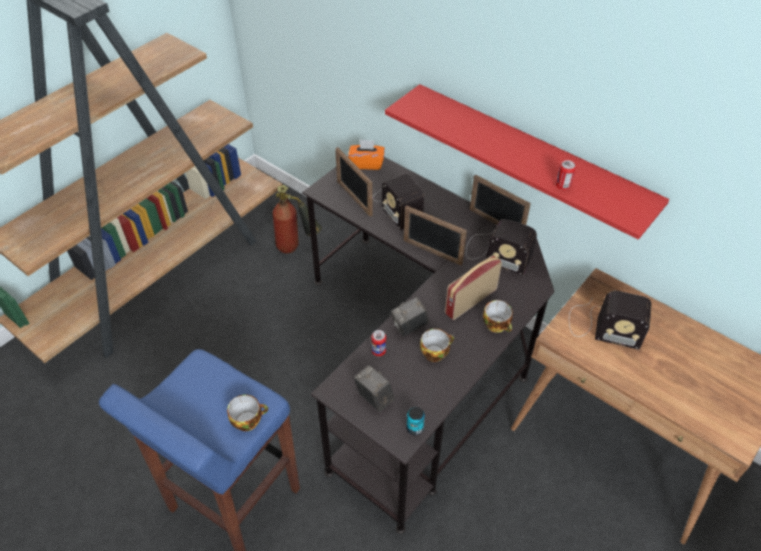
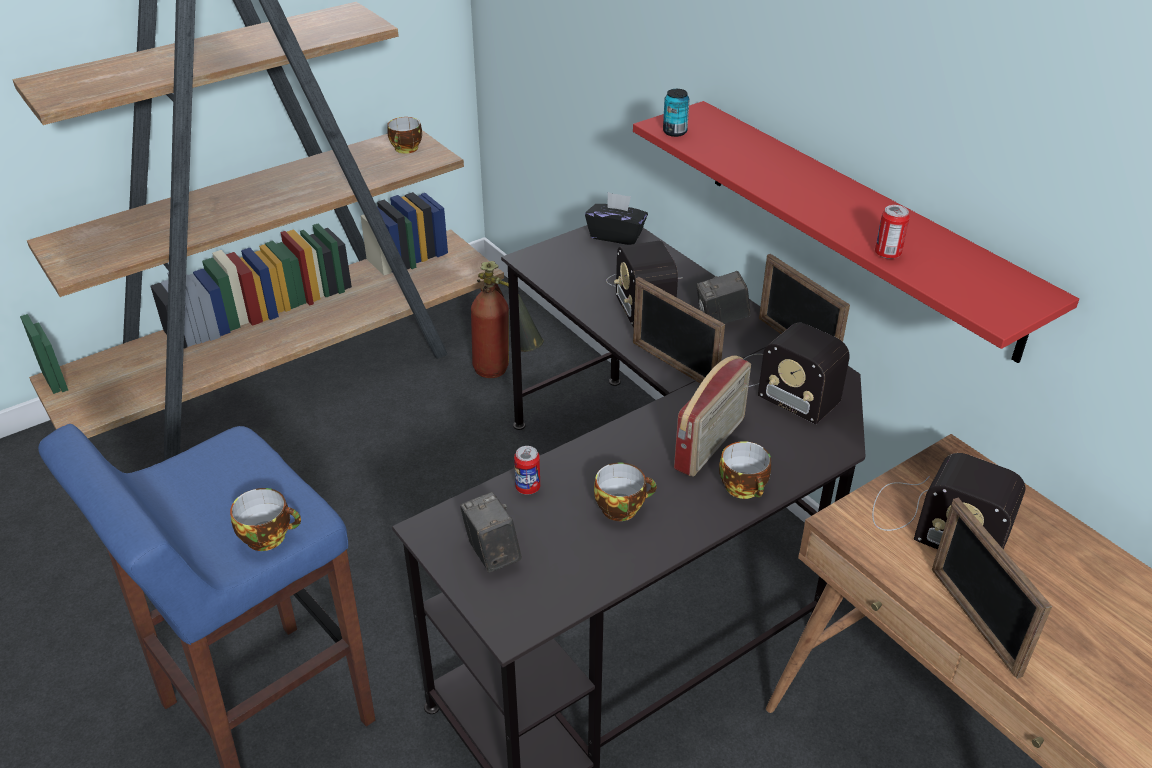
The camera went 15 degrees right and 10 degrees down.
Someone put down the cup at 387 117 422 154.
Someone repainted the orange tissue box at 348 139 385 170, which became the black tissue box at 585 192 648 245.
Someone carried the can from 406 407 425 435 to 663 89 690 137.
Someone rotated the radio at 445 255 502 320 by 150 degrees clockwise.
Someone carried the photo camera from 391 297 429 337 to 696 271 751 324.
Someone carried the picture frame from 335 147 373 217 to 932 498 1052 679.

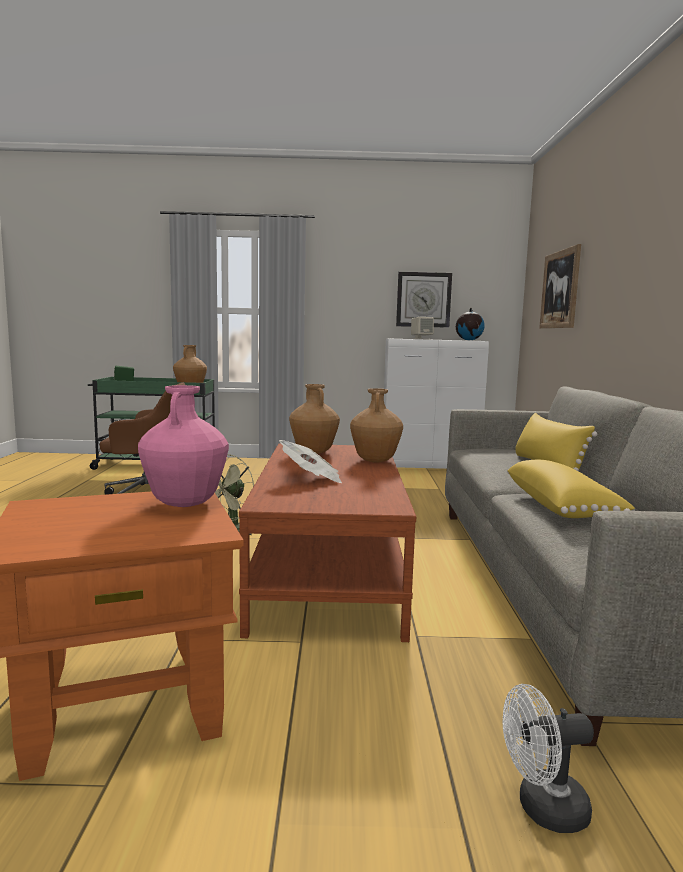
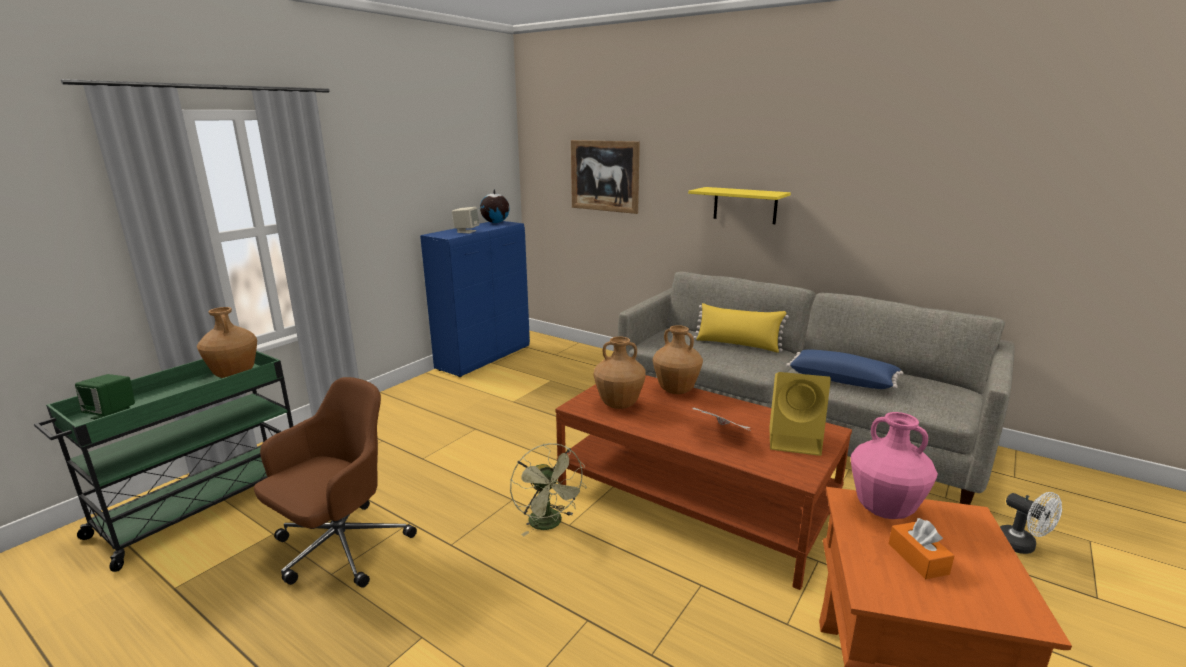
The camera went 55 degrees left and 10 degrees up.
Someone repainted the white cabinet at 384 338 489 469, which became the blue cabinet at 420 221 530 377.
Someone put up the yellow shelf at 688 187 791 224.
Someone put down the yellow speaker at 769 372 831 456.
Someone repainted the yellow pillow at 507 460 635 518, which became the blue pillow at 786 349 903 389.
Someone put down the orange tissue box at 889 518 954 579.
Someone rotated the white fan at 503 684 594 833 by 60 degrees counterclockwise.
Someone took away the wall clock at 396 272 452 328.

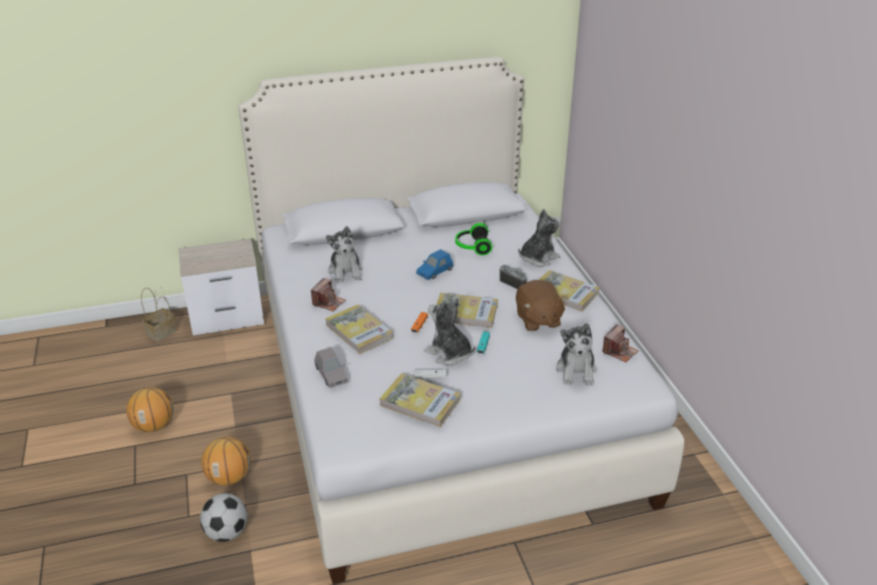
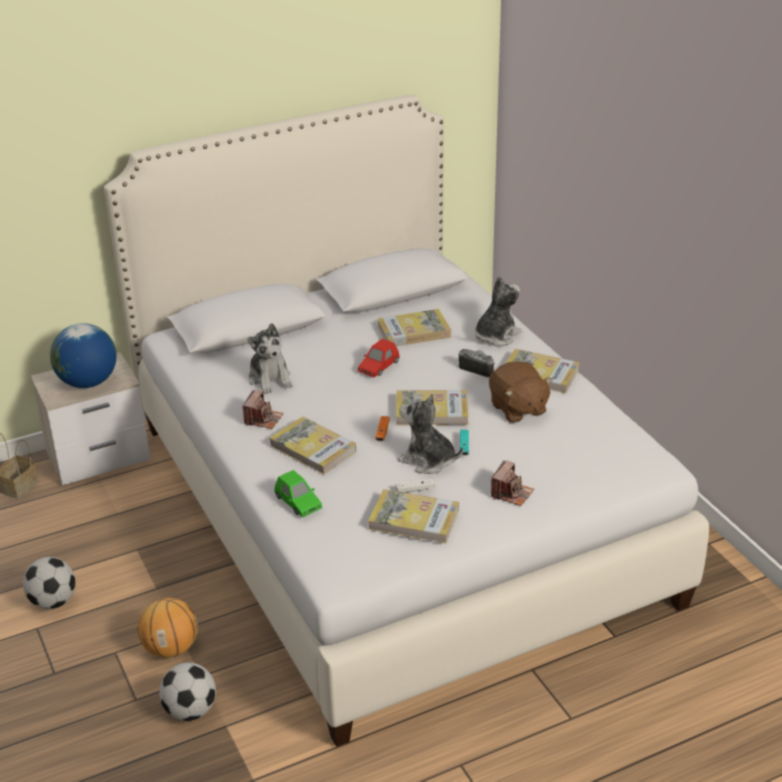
The camera went 10 degrees left and 0 degrees up.
Someone swapped the basketball at 126 387 174 432 for the football at 23 557 76 609.
Someone put down the globe at 50 323 117 388.
Someone repainted the grey toy car at 315 347 348 388, which became the green toy car at 275 470 322 517.
Someone repainted the blue toy car at 416 249 453 280, which became the red toy car at 358 339 400 377.
Someone swapped the headphones at 455 223 492 255 for the book at 378 309 451 346.
Someone carried the photo camera from 602 324 638 362 to 491 460 534 506.
Someone took away the plush toy at 556 323 597 385.

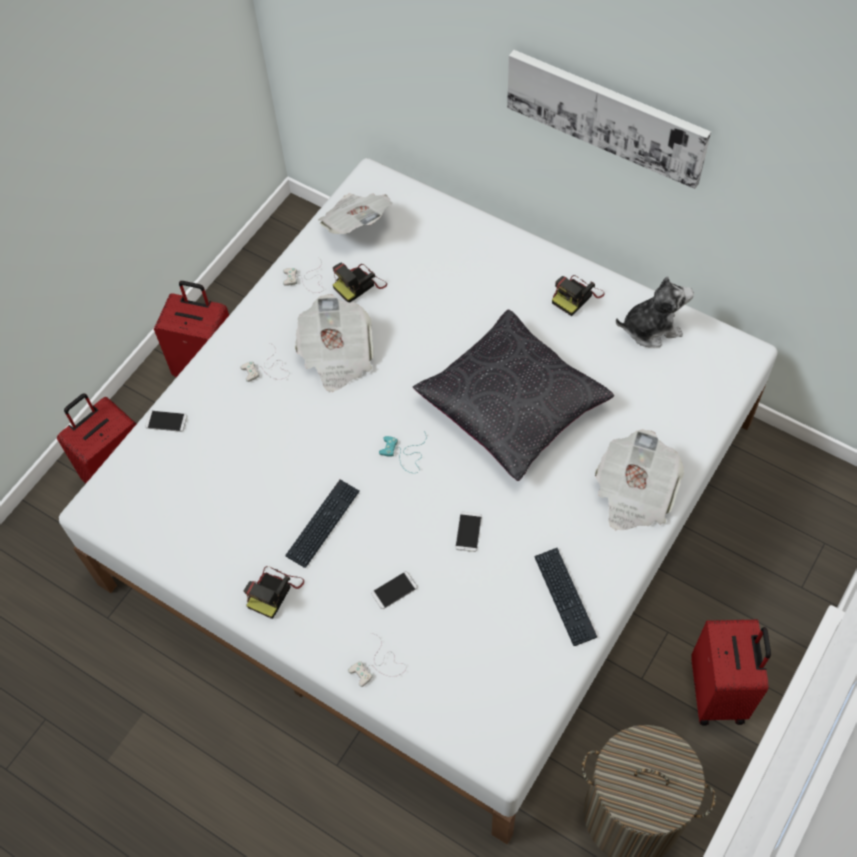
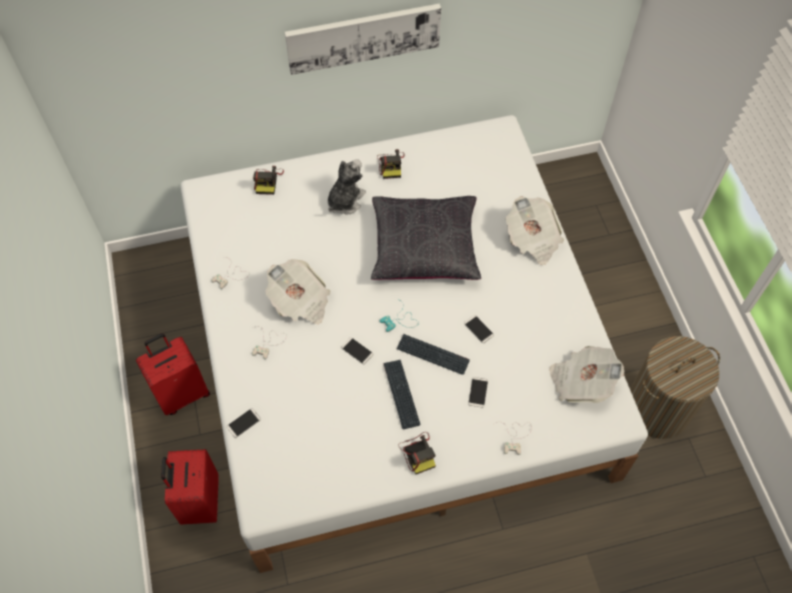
The camera went 50 degrees left and 0 degrees up.
Someone carried the photo camera from 333 263 387 302 to 253 166 284 195.
Someone carried the plush toy from 616 276 694 347 to 327 159 366 215.
Someone put down the phone at 341 338 373 364.
Someone carried the keyboard from 534 548 597 646 to 397 334 470 375.
Someone carried the newspaper from 318 194 393 234 to 549 346 624 403.
Someone took away the red suitcase at 691 619 771 726.

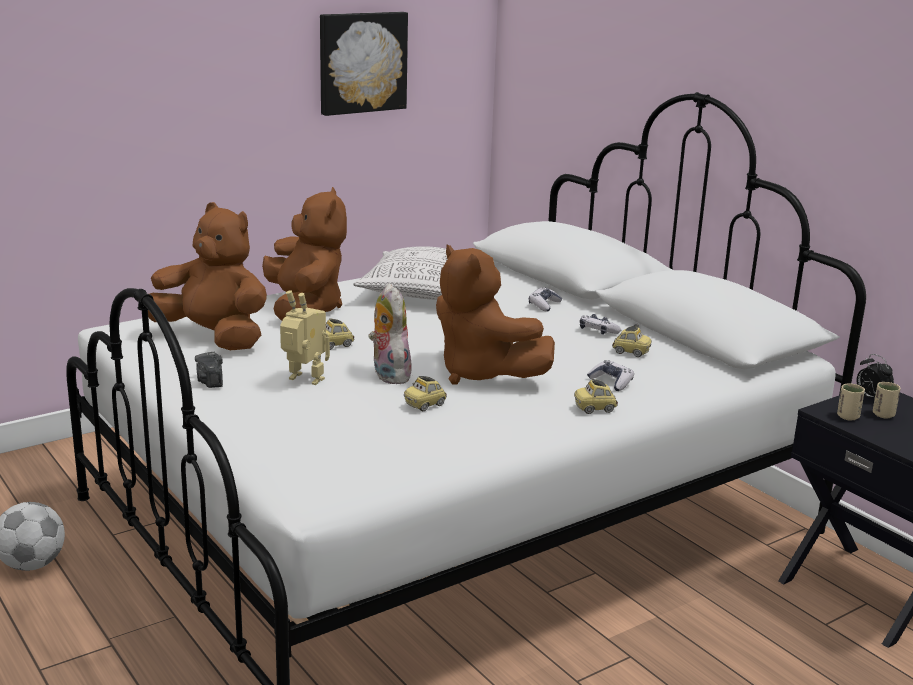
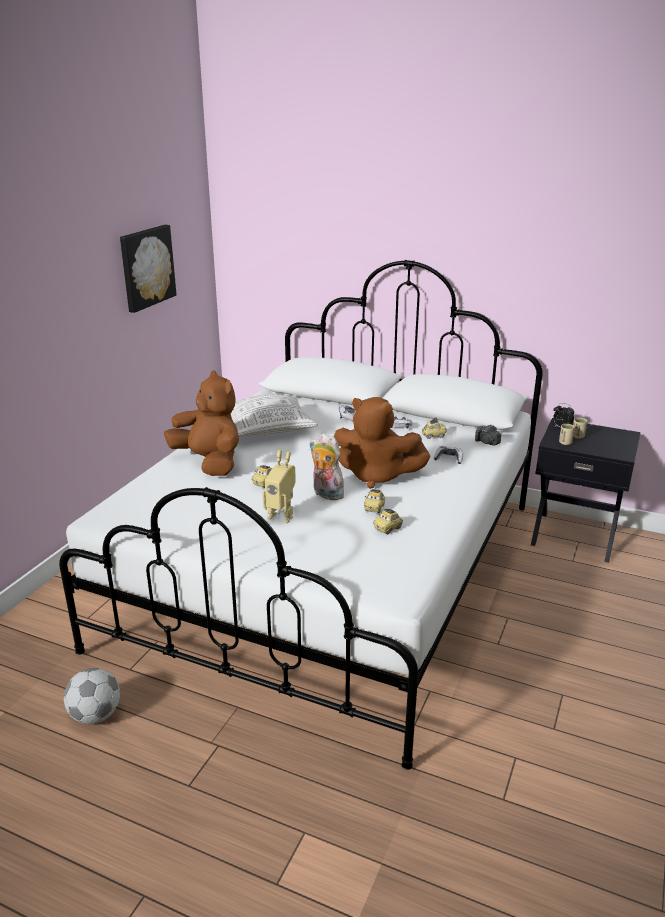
The camera went 30 degrees left and 5 degrees up.
Someone rotated the toy robot at 280 290 330 385 by 150 degrees counterclockwise.
Someone carried the toy car from 574 379 618 414 to 373 509 403 535.
Someone carried the photo camera from 195 352 223 388 to 475 425 501 446.
Someone took away the brown plush toy at 148 202 267 350.

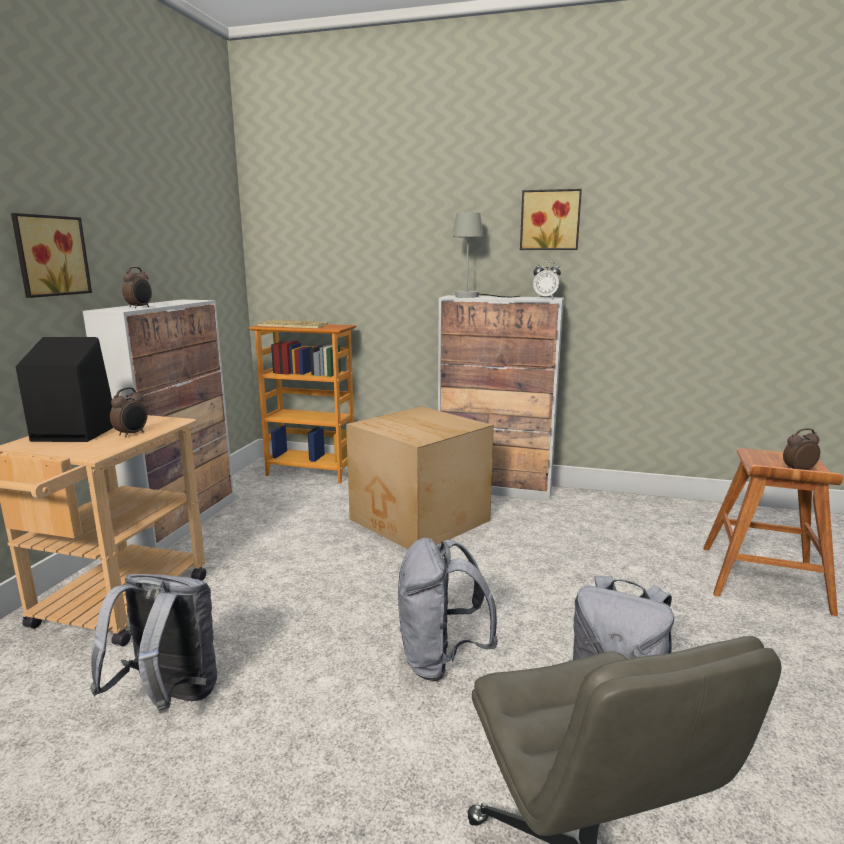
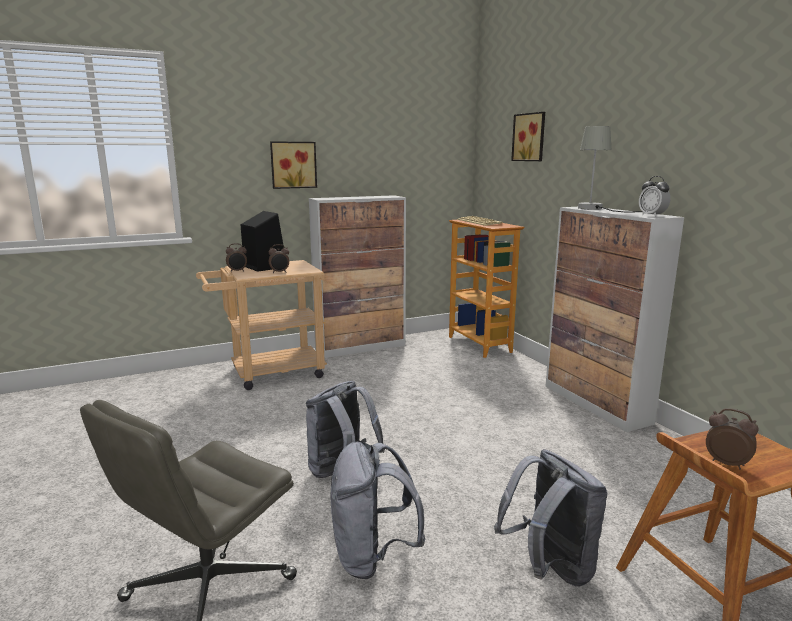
The camera went 50 degrees right and 0 degrees up.
Someone carried the alarm clock from 122 267 152 308 to 226 243 247 272.
Someone carried the grey backpack from 90 574 217 713 to 494 449 608 587.
Someone carried the picture from 520 189 582 250 to 511 112 545 161.
Someone took away the cardboard box at 346 406 494 549.

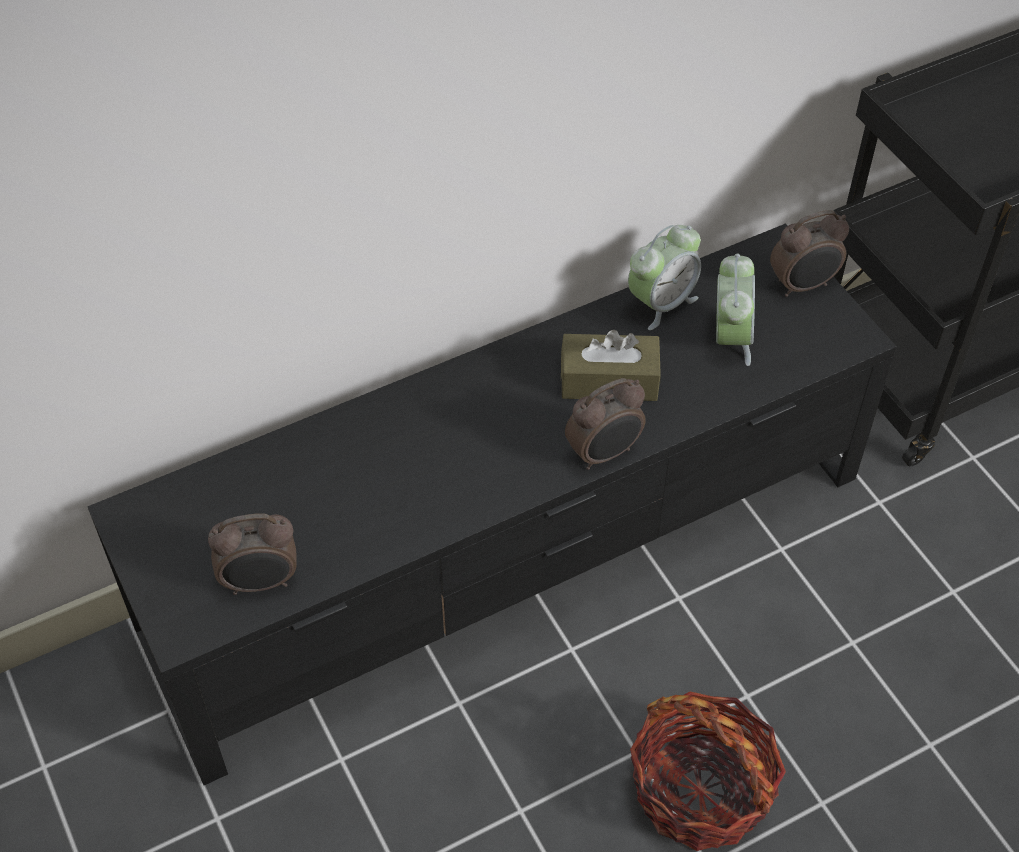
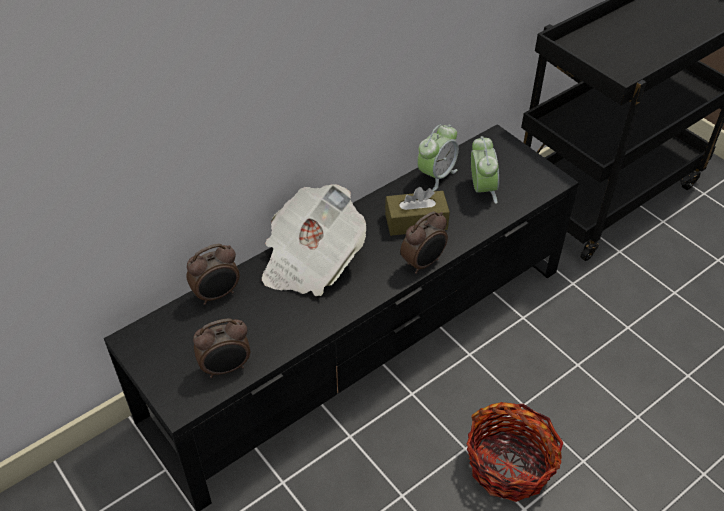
The camera went 10 degrees left and 5 degrees down.
Someone carried the alarm clock from 770 210 849 297 to 186 244 240 305.
Someone put down the newspaper at 262 184 366 296.

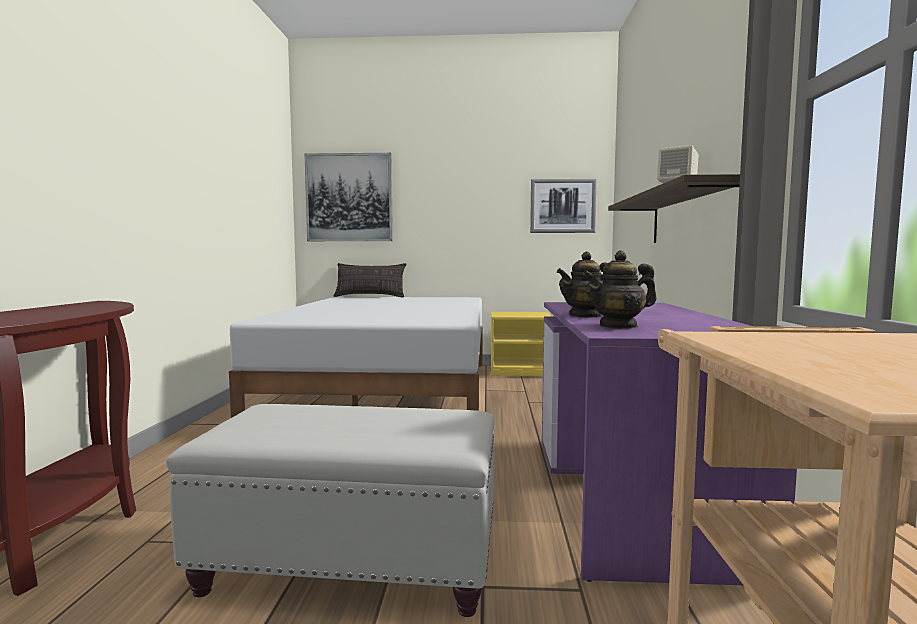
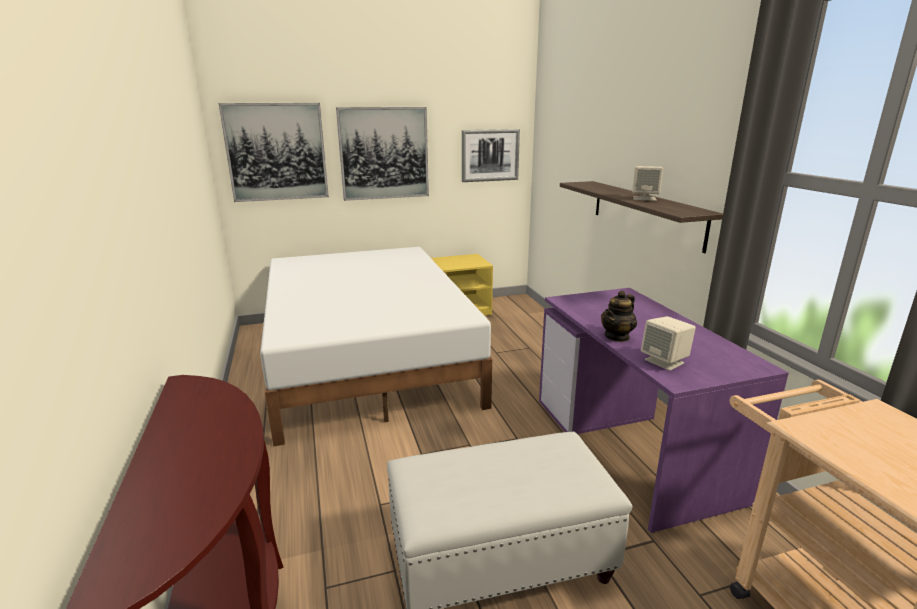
The camera went 20 degrees left and 15 degrees up.
Someone put up the picture at 336 107 429 201.
Someone swapped the teapot at 582 251 657 329 for the beige speaker at 641 316 696 371.
Someone took away the pillow at 334 263 406 297.

